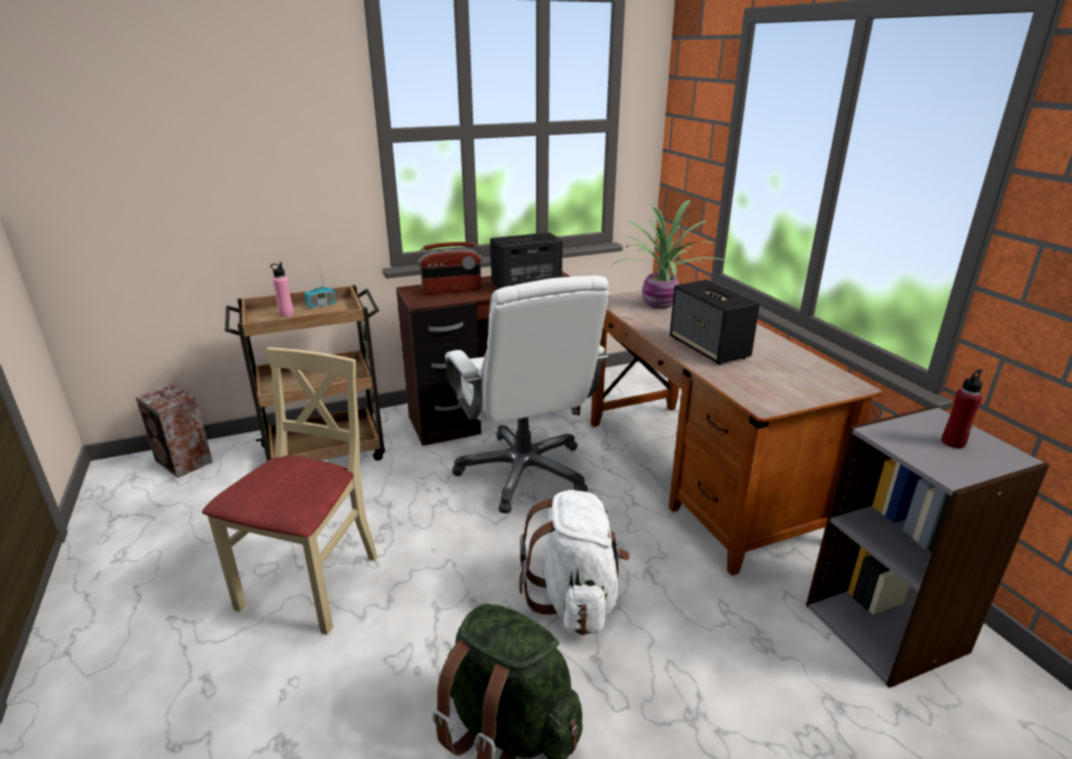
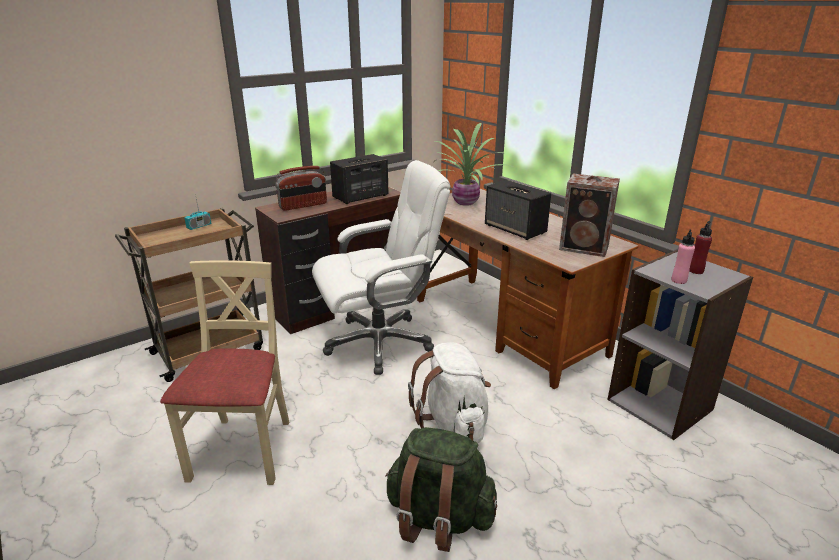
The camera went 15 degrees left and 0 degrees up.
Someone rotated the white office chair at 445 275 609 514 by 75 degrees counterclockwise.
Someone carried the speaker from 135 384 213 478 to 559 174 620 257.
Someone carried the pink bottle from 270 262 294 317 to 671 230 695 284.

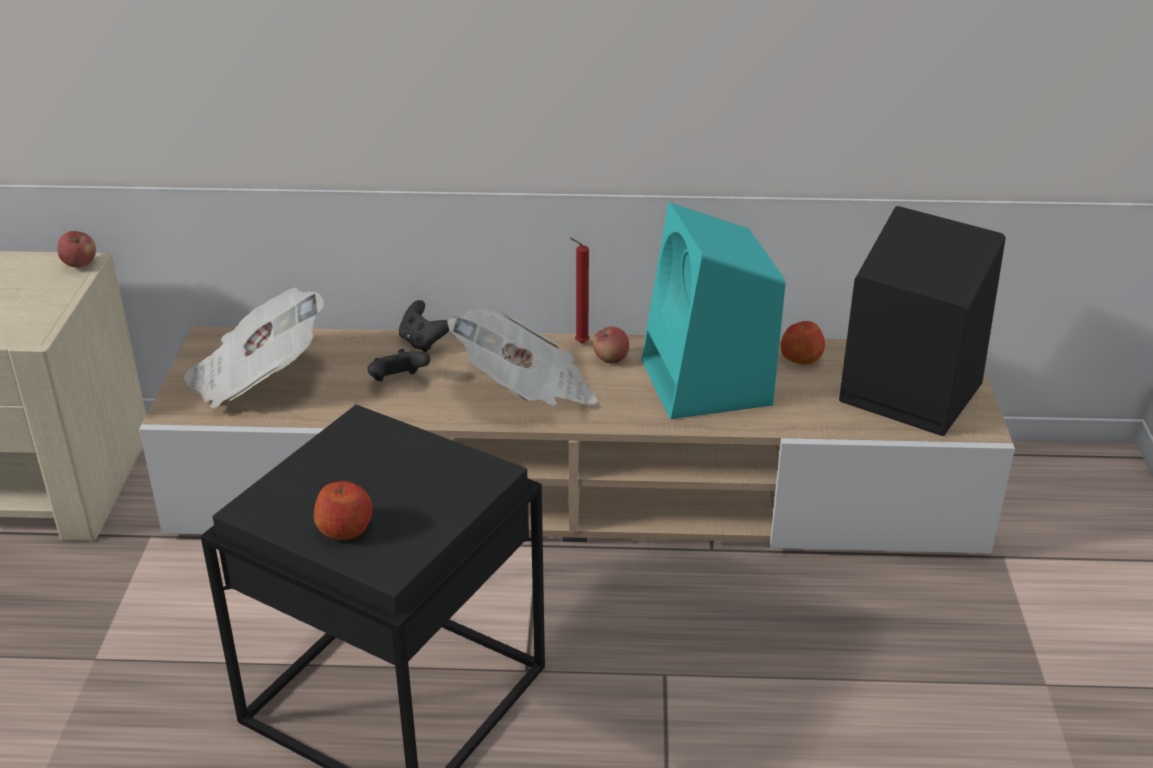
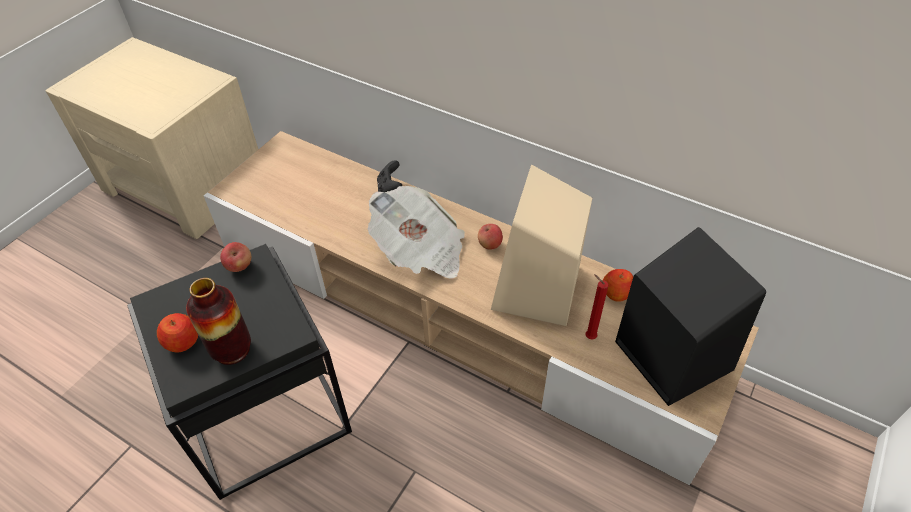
The camera went 30 degrees right and 15 degrees up.
Someone put down the vase at 186 278 251 365.
Someone carried the apple from 57 231 96 268 to 220 242 251 272.
Someone repainted the turquoise speaker at 641 202 785 419, which became the beige speaker at 491 164 592 326.
Someone carried the red candle from 570 237 590 344 to 585 274 609 340.
Someone took away the newspaper at 184 288 325 409.
Someone took away the black game controller at 367 349 430 381.

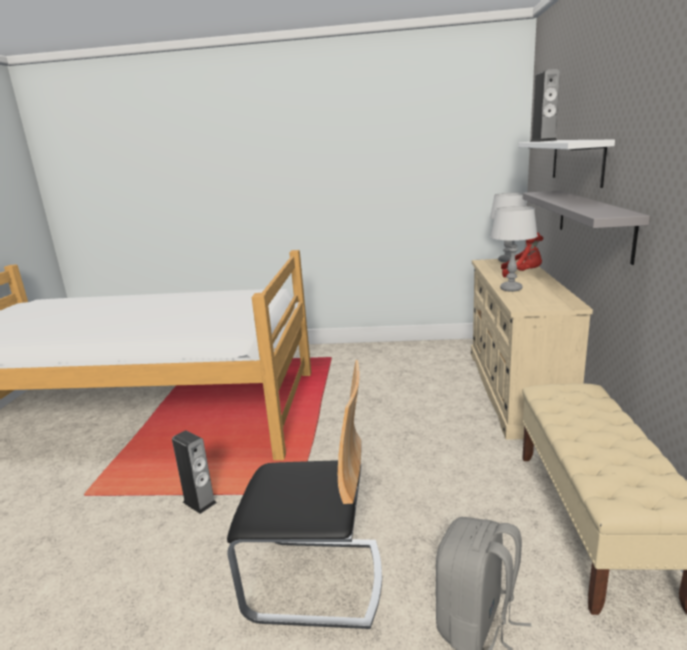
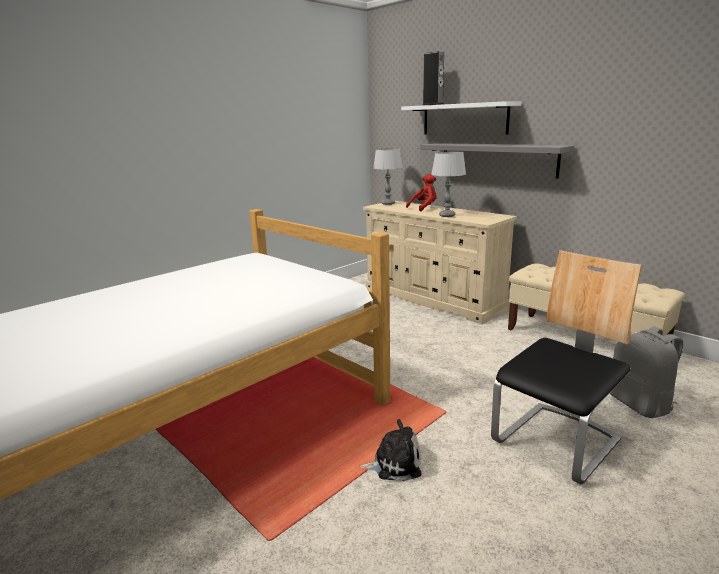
The camera went 50 degrees left and 0 degrees up.
Someone swapped the speaker at 172 430 217 514 for the plush toy at 359 419 422 481.

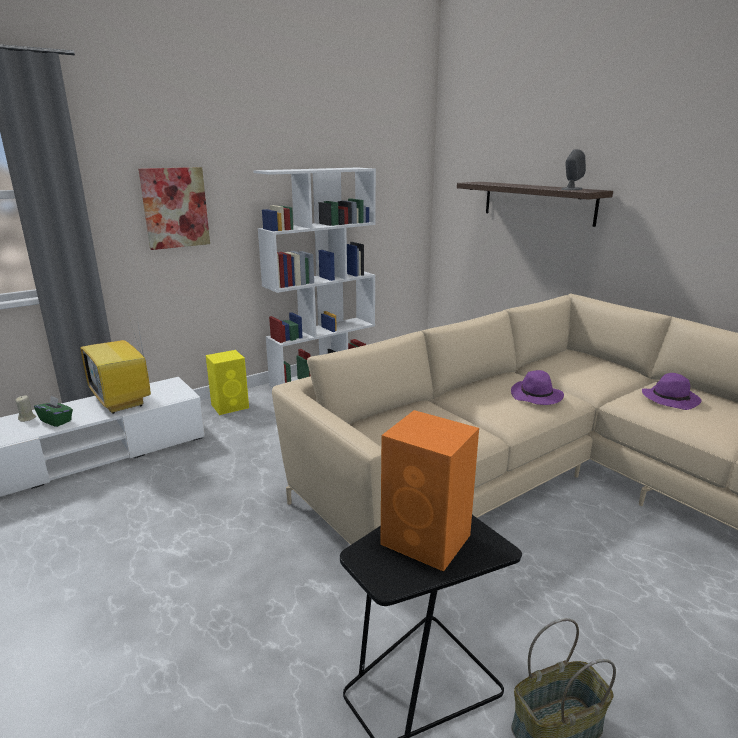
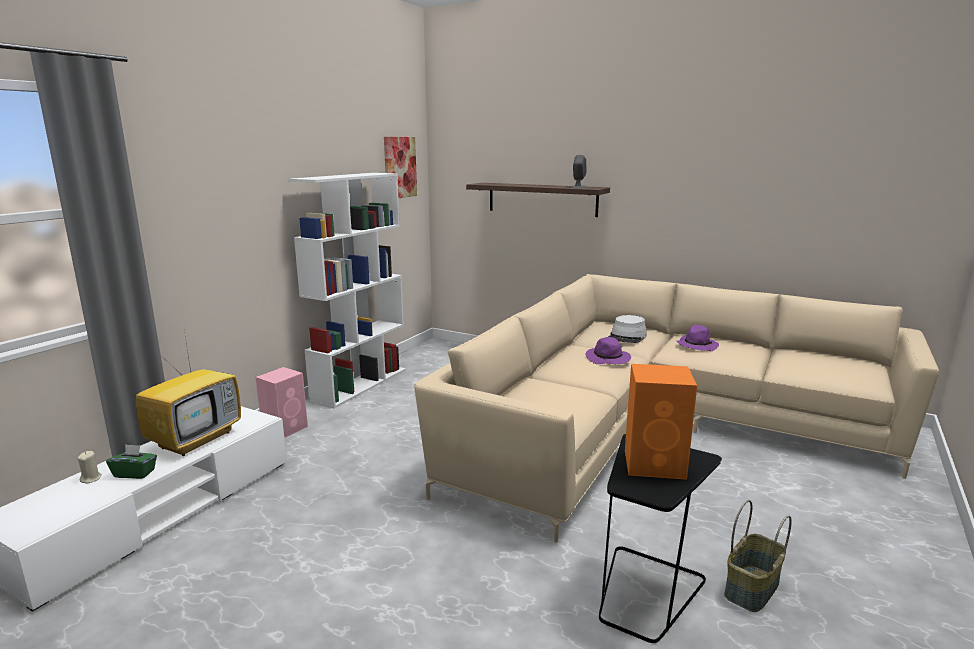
The camera went 25 degrees left and 5 degrees down.
Someone rotated the television at 80 318 151 414 by 90 degrees counterclockwise.
Someone repainted the yellow speaker at 206 350 249 415, which became the pink speaker at 256 367 308 438.
Someone carried the picture from 138 167 210 250 to 384 137 417 198.
Someone put down the grey hat at 608 315 647 343.

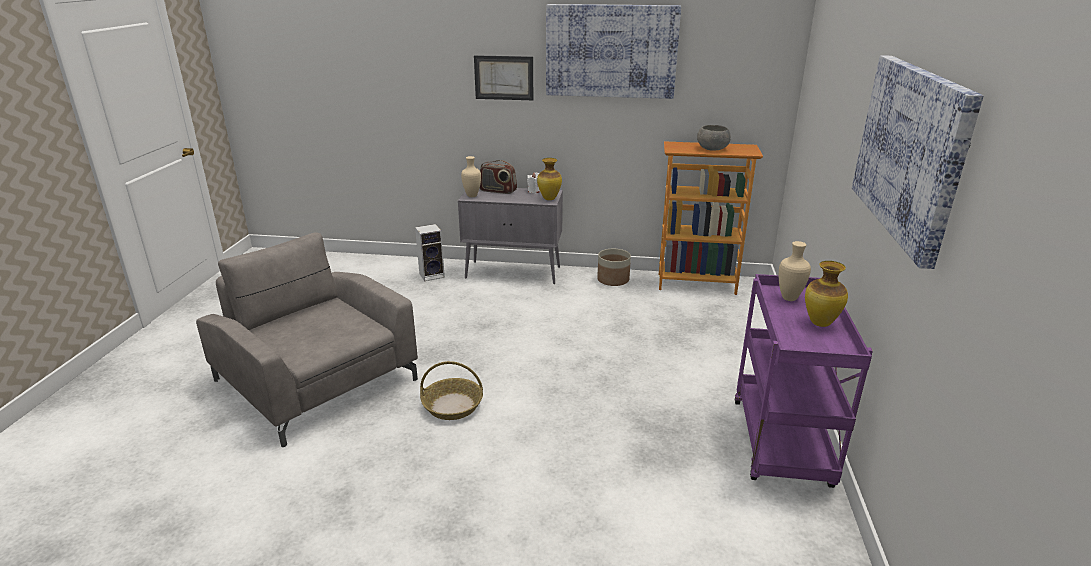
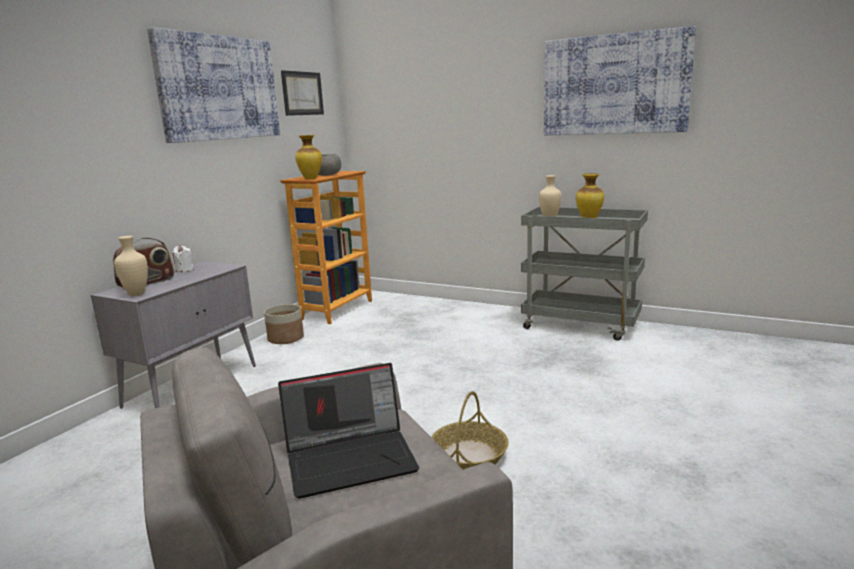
The camera went 70 degrees left and 10 degrees down.
Someone put down the laptop at 278 363 419 499.
Someone carried the picture from 474 55 533 100 to 281 70 324 116.
Someone carried the vase from 537 158 562 200 to 295 135 322 179.
Someone repainted the purple cart at 734 274 873 488, which became the grey cart at 521 207 648 341.
Someone took away the speaker at 415 224 445 281.

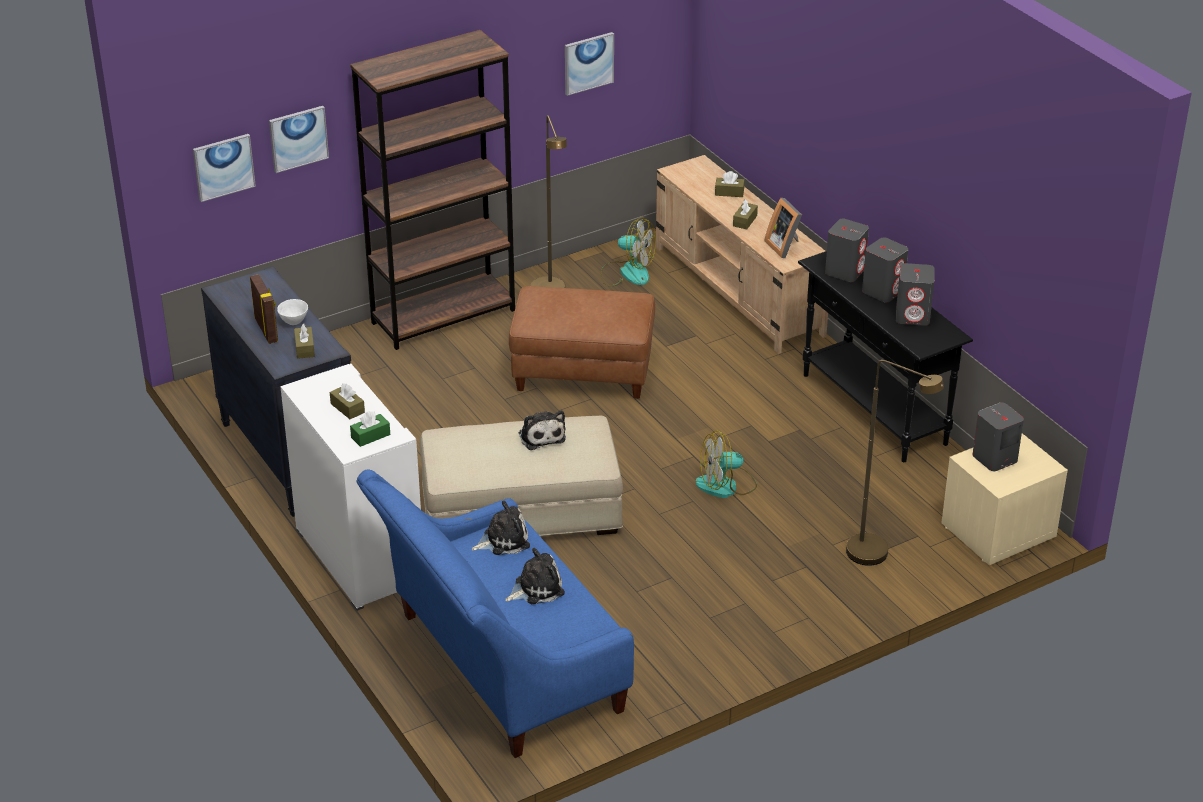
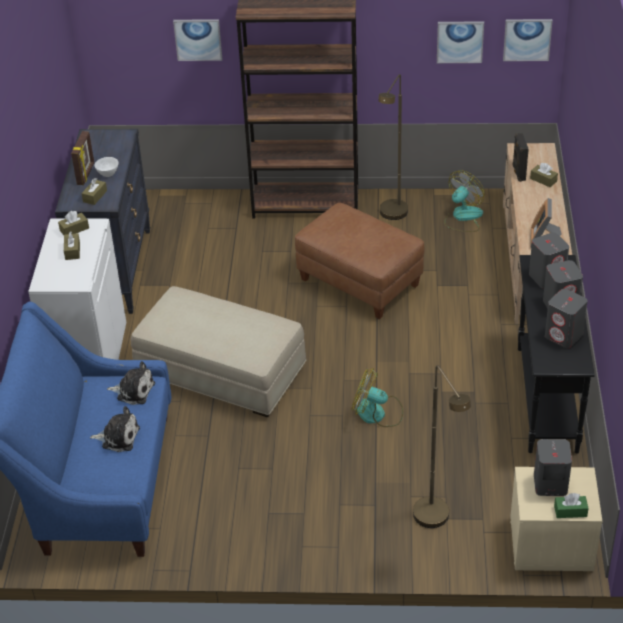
The camera went 35 degrees right and 5 degrees up.
Someone carried the brown tissue box from 733 199 758 229 to 58 211 89 235.
Someone rotated the fan at 600 218 656 287 by 105 degrees counterclockwise.
Someone carried the picture from 193 134 256 202 to 503 19 553 61.
Someone put down the black speaker at 512 133 529 182.
Someone carried the green tissue box from 350 411 390 447 to 554 493 589 518.
Someone took away the plush toy at 519 410 566 450.

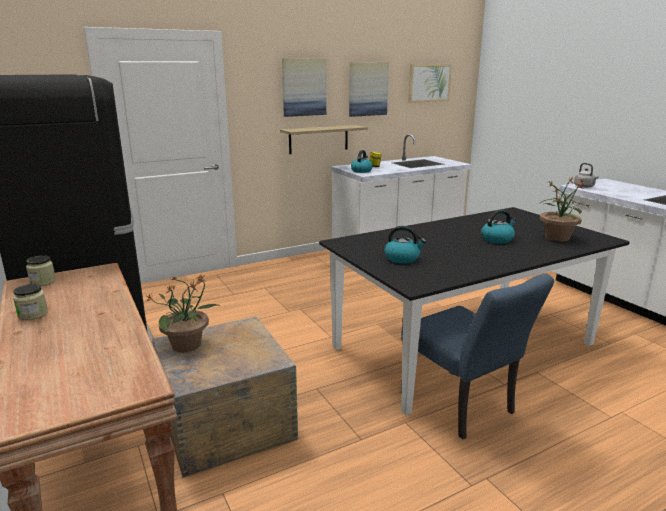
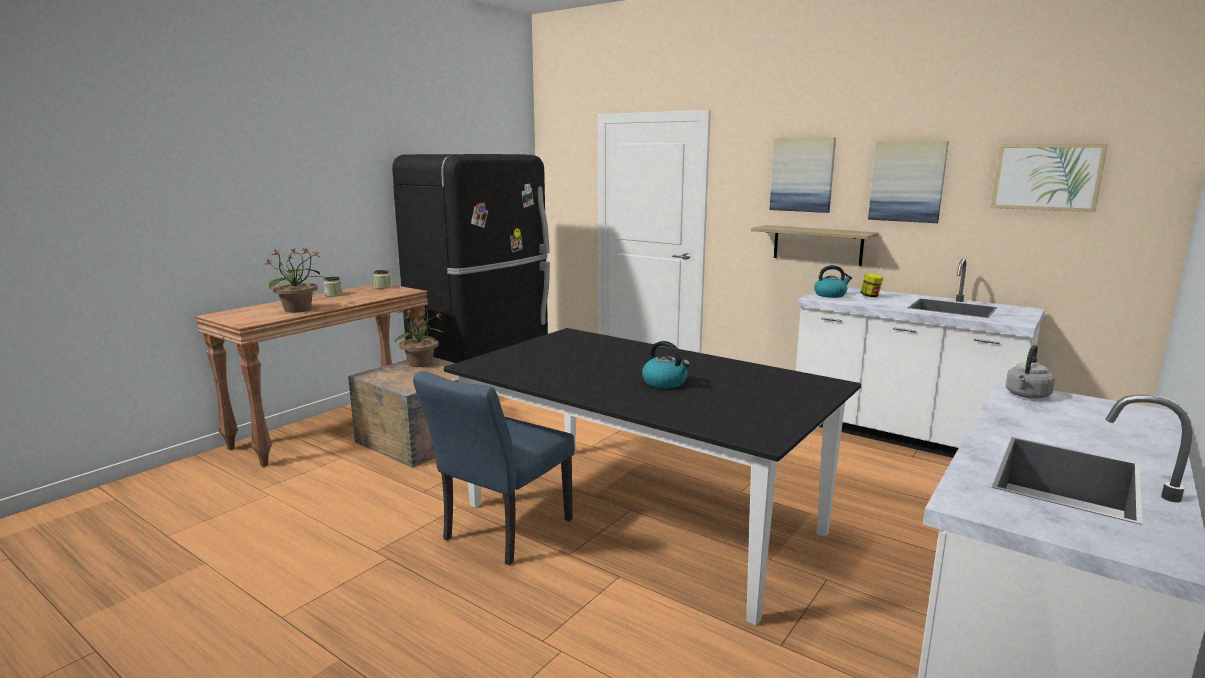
The camera went 65 degrees right and 5 degrees down.
Someone carried the potted plant from 540 177 589 242 to 266 248 326 313.
Someone took away the kettle at 384 226 426 263.

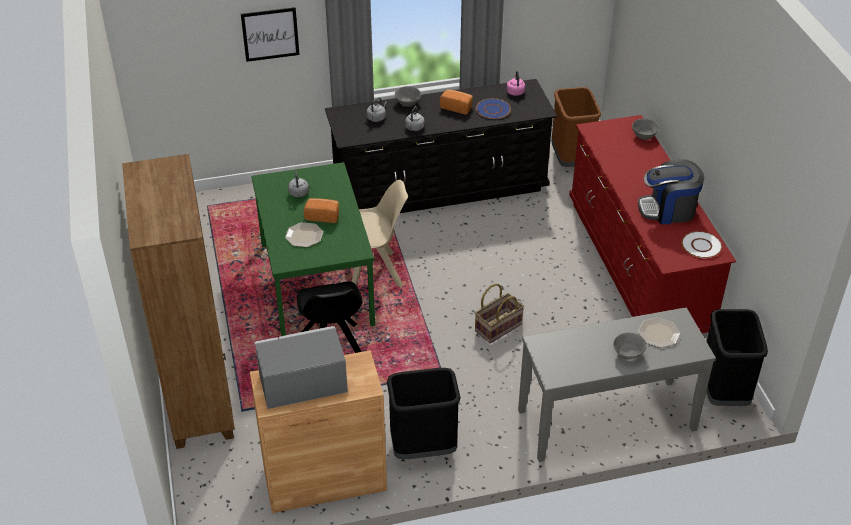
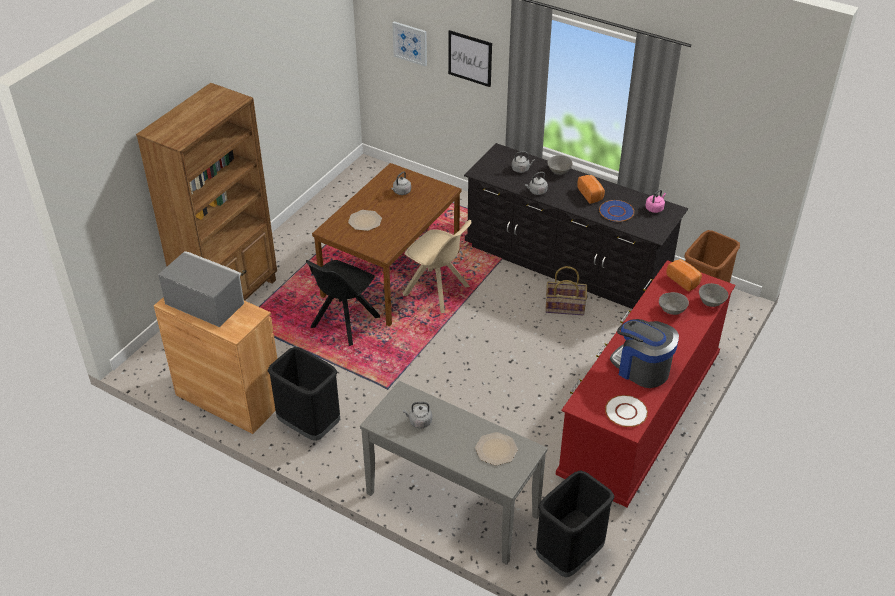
The camera went 45 degrees right and 0 degrees up.
Someone repainted the green dining table at 252 162 375 336, which became the brown dining table at 312 163 462 327.
Someone put up the picture at 392 21 427 67.
Someone put down the grey kettle at 403 402 432 428.
Someone carried the basket from 475 284 524 343 to 545 266 587 315.
Someone carried the grey bowl from 613 332 647 360 to 659 292 689 315.
Someone carried the bread from 304 198 339 223 to 666 259 702 291.

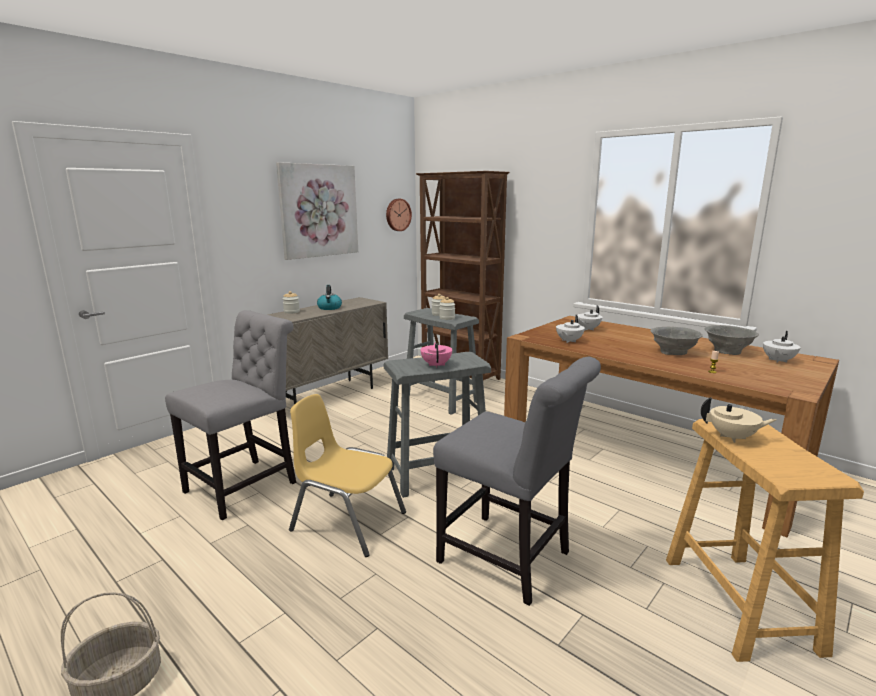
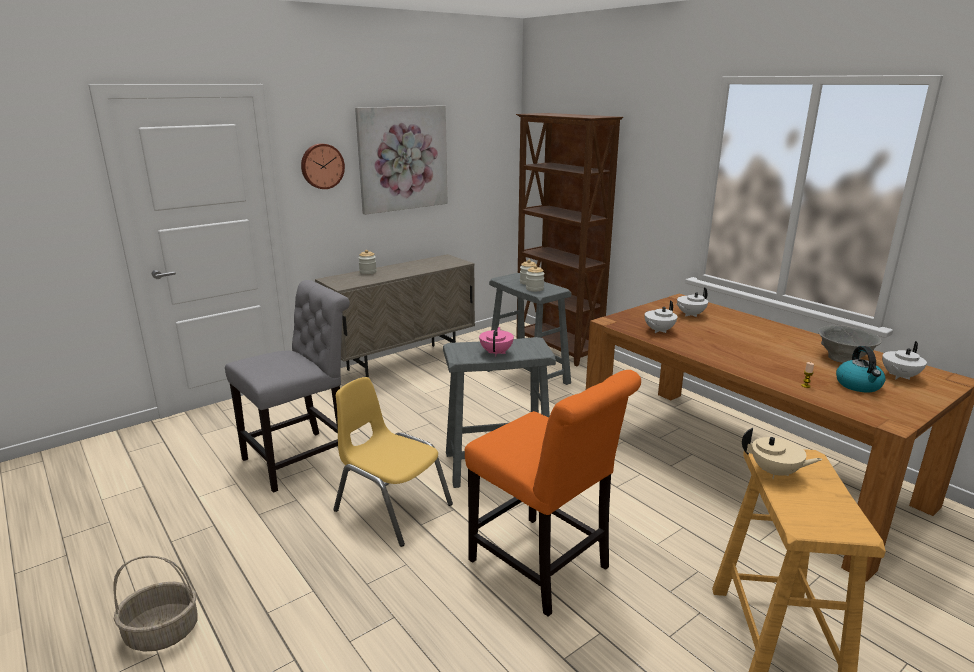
The camera went 10 degrees right and 5 degrees up.
Someone carried the wall clock from 386 199 412 231 to 301 144 345 189.
Someone repainted the grey chair at 433 357 601 606, which became the orange chair at 465 370 641 617.
Someone carried the kettle from 317 285 342 310 to 836 346 886 393.
Someone took away the grey bowl at 650 327 703 355.

